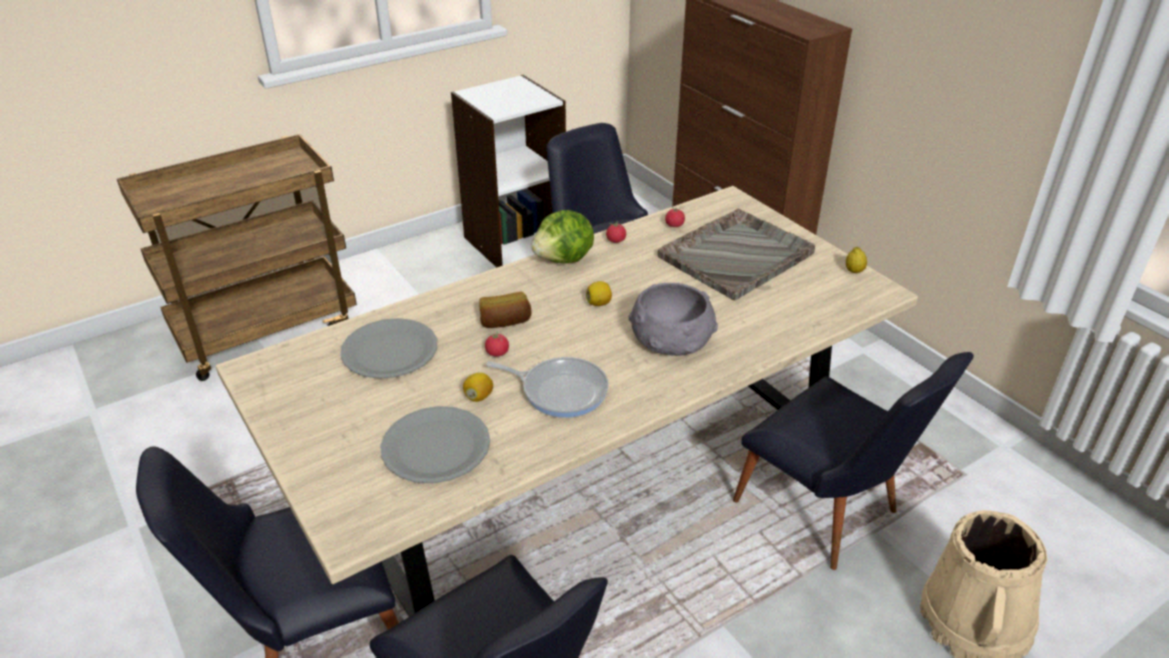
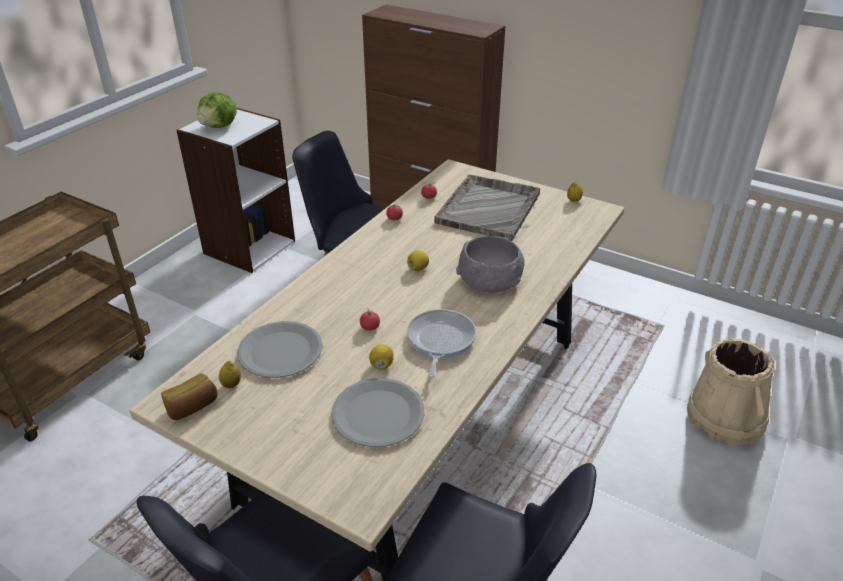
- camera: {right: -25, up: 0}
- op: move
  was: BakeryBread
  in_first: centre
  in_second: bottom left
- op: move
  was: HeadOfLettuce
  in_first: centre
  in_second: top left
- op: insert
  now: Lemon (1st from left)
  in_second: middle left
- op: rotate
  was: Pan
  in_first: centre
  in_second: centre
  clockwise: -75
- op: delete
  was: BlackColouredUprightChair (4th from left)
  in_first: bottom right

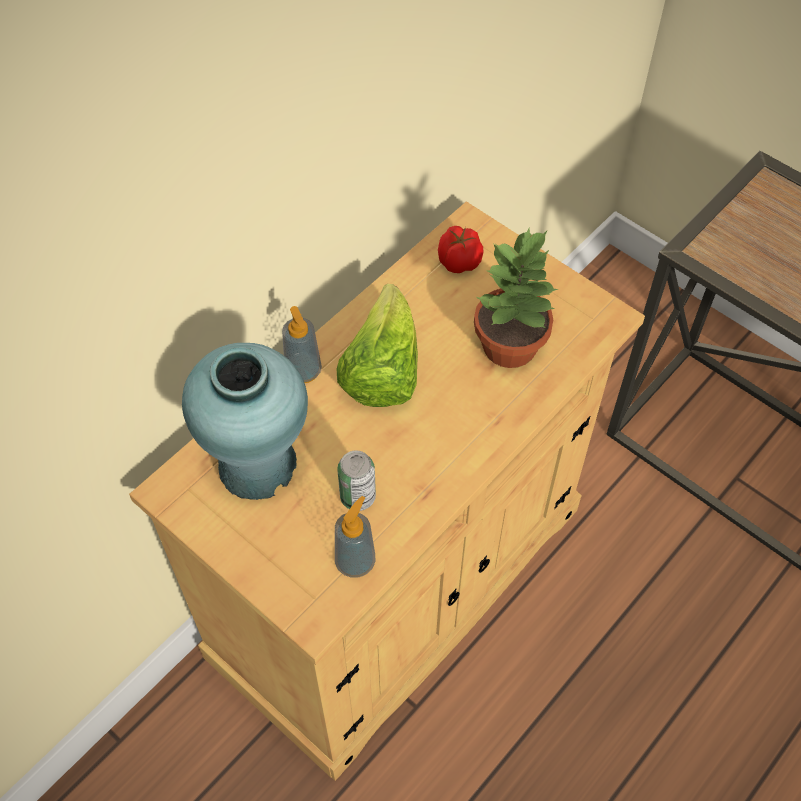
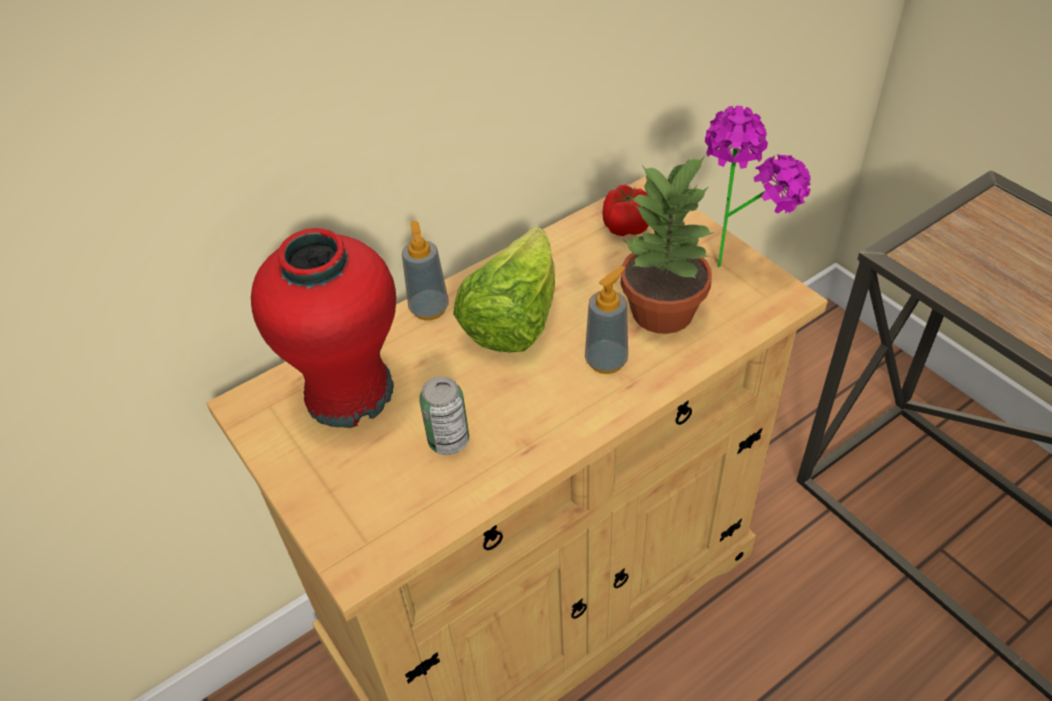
- camera: {right: 15, up: -10}
- op: recolor
  was: TurquoiseColouredDecorativeVase
  now: RedColouredDecorativeVase
  in_first: middle left
  in_second: middle left
- op: move
  was: SoapBottle (2nd from left)
  in_first: bottom centre
  in_second: centre
- op: insert
  now: Houseplant (2nd from left)
  in_second: top right

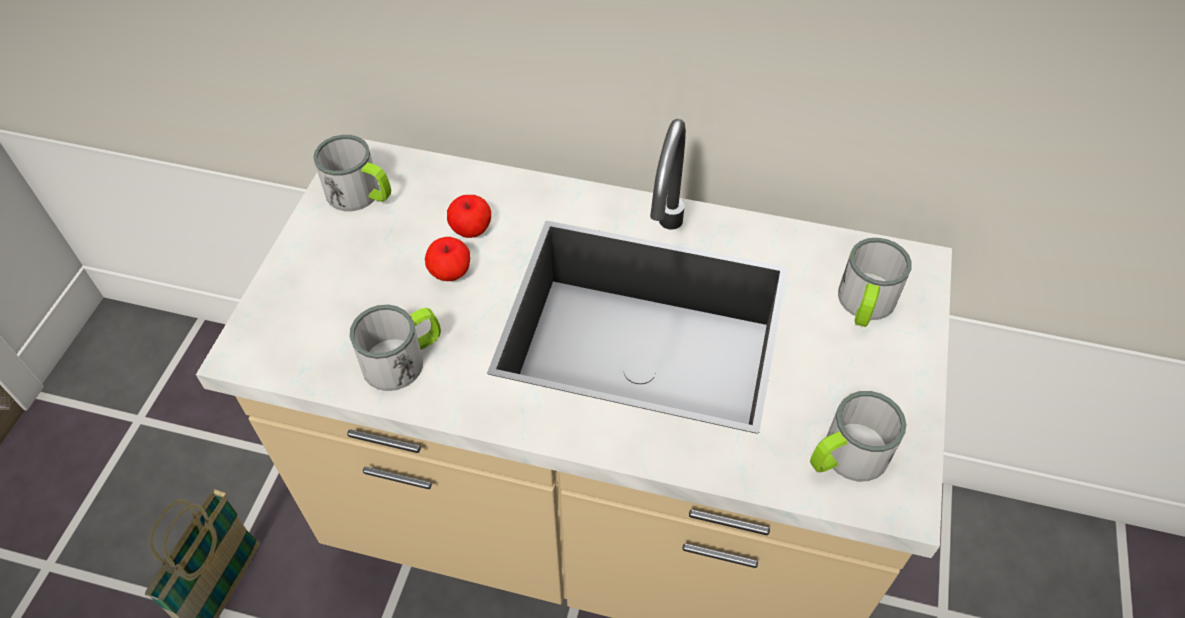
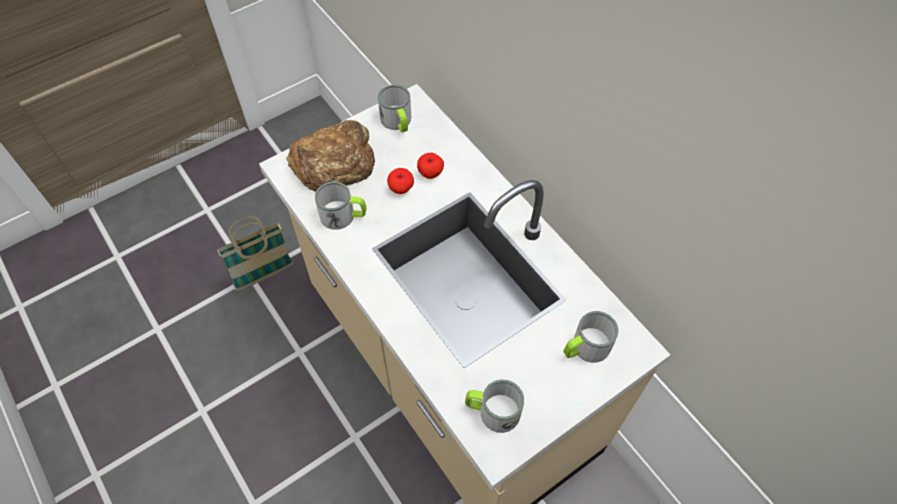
- camera: {right: 40, up: 5}
- op: insert
  now: BakeryBread
  in_second: top centre

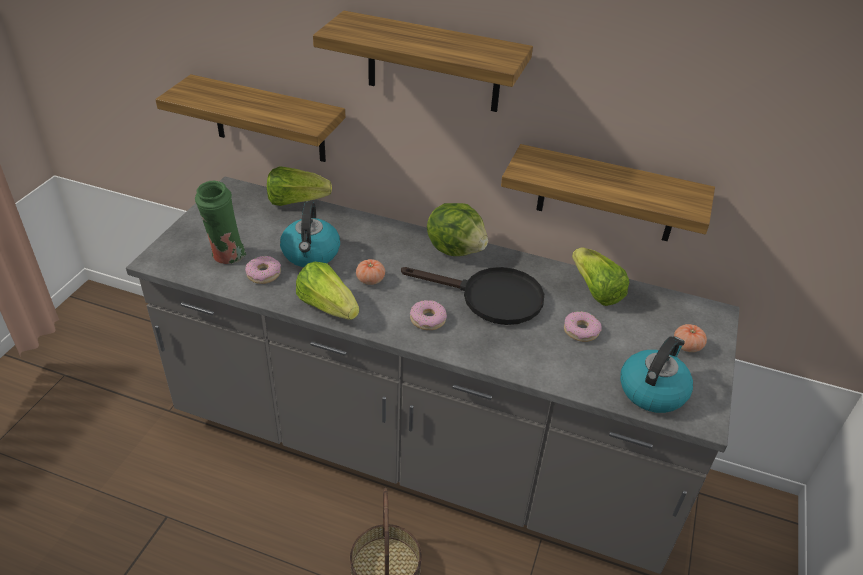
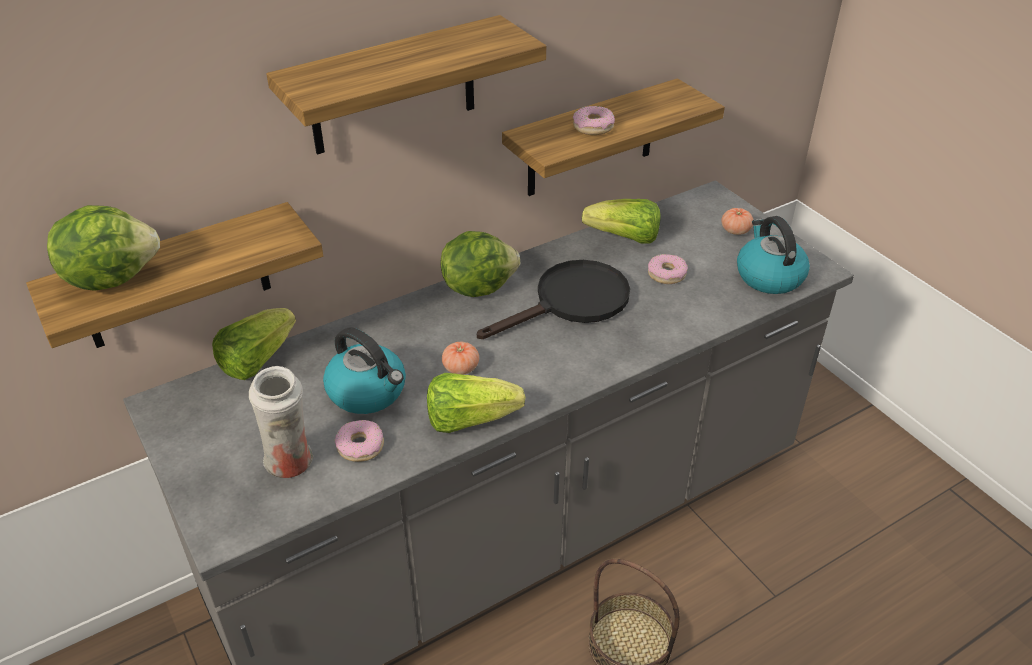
- camera: {right: -50, up: 0}
- op: insert
  now: HeadOfLettuce (1st from left)
  in_second: middle left
- op: recolor
  was: GreenDecorativeVase
  now: WhitishDecorativeVase
  in_first: middle left
  in_second: middle left
- op: move
  was: RingDoughnut (2nd from left)
  in_first: centre
  in_second: top centre

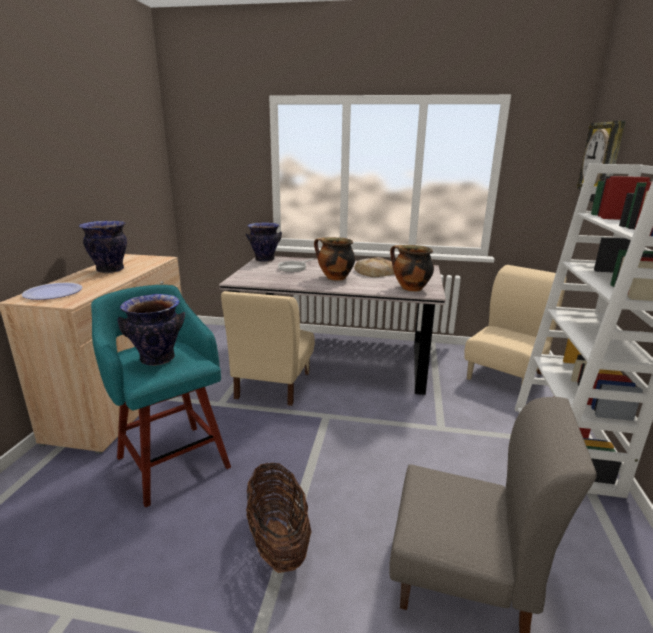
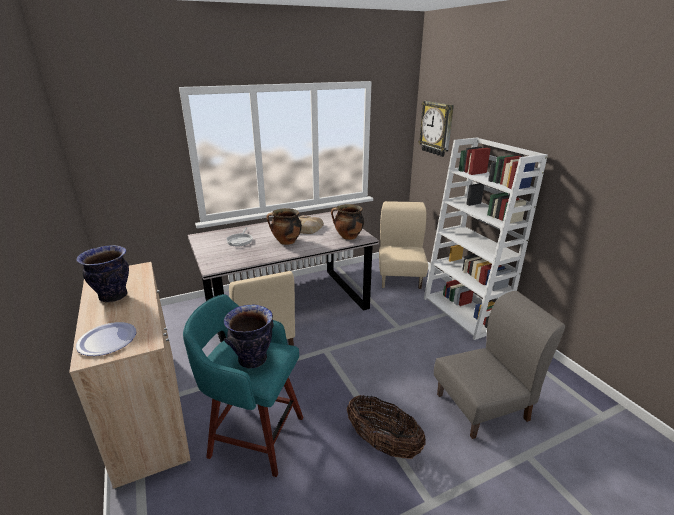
- camera: {right: -35, up: 5}
- op: delete
  was: DecorativeVase (3rd from left)
  in_first: centre

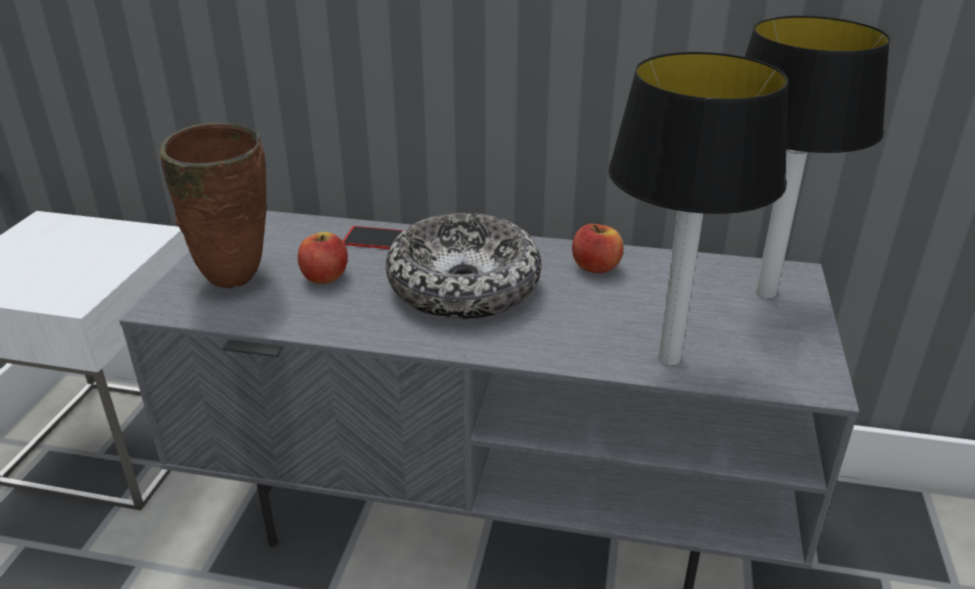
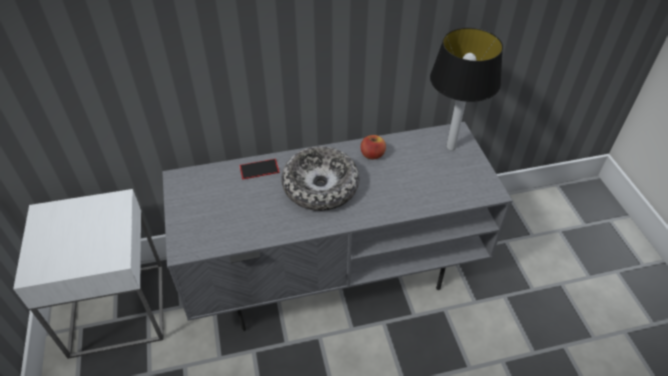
- camera: {right: -25, up: 15}
- op: delete
  was: BrownishDecorativeVase
  in_first: middle left
- op: delete
  was: WholeApple (1st from left)
  in_first: middle left
- op: delete
  was: TableLamp (1st from left)
  in_first: middle right

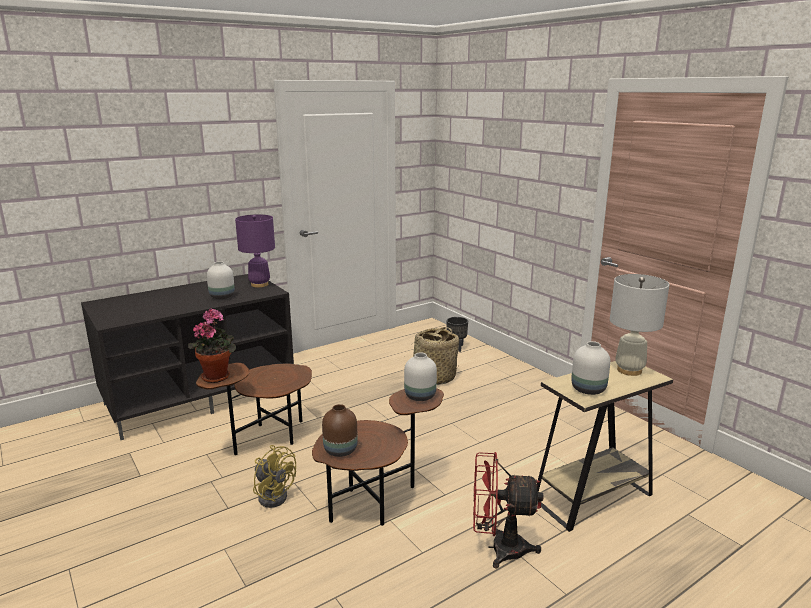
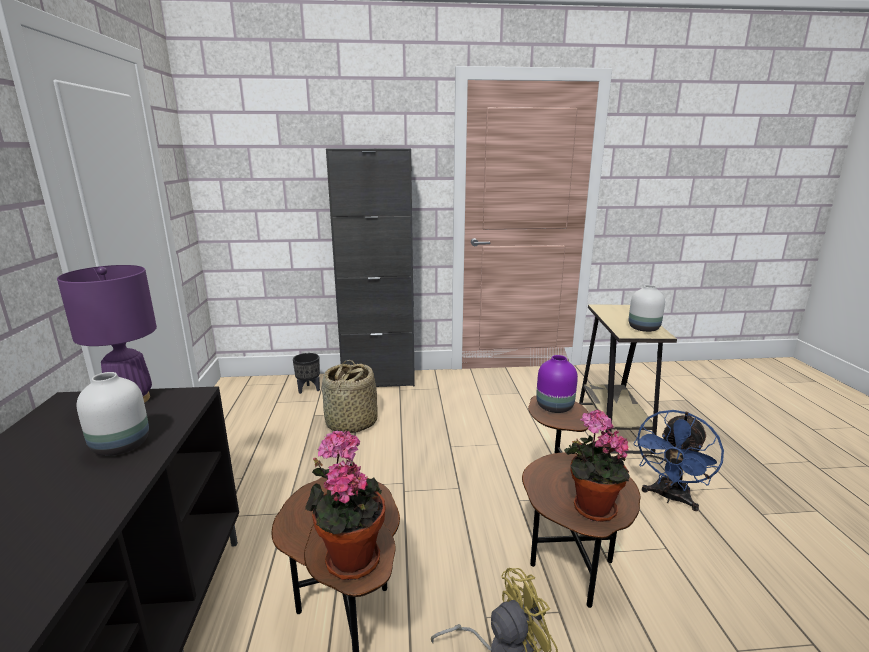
- camera: {right: -60, up: 0}
- op: insert
  now: BlackColouredStorageCabinet
  in_second: centre
- op: recolor
  was: WhitishDecorativeVase (2nd from left)
  now: PurplishDecorativeVase
  in_first: centre
  in_second: centre
- op: replace
  was: BrownishDecorativeVase
  now: Houseplant (2nd from left)
  in_first: bottom centre
  in_second: bottom right
- op: recolor
  was: RedColouredElectricFan
  now: BluishElectricFan
  in_first: bottom centre
  in_second: bottom right
- op: delete
  was: WhitishTableLamp
  in_first: middle right

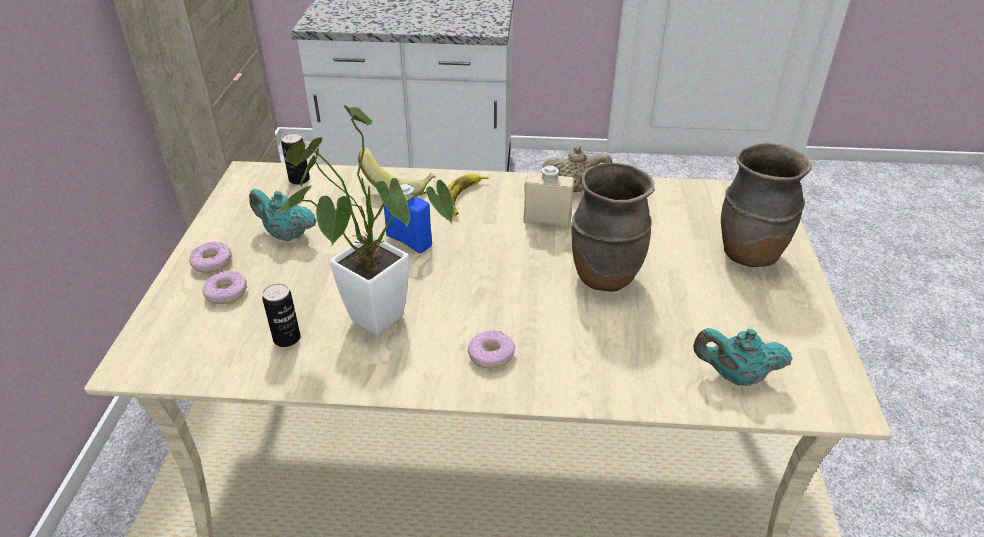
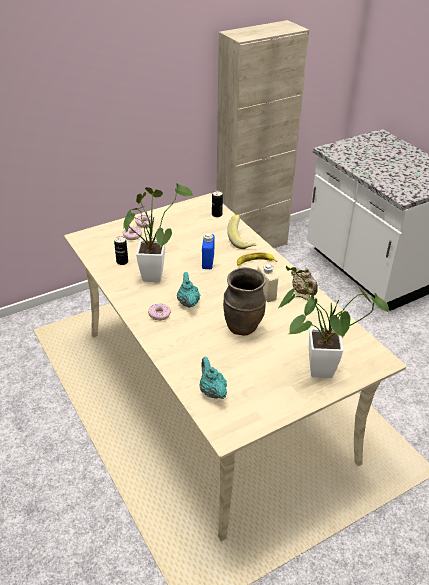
- camera: {right: 55, up: 0}
- op: move
  was: TurquoiseColouredTeapot (1st from left)
  in_first: middle left
  in_second: centre
- op: replace
  was: BrownishDecorativeVase (2nd from left)
  now: Houseplant (2nd from left)
  in_first: middle right
  in_second: middle right

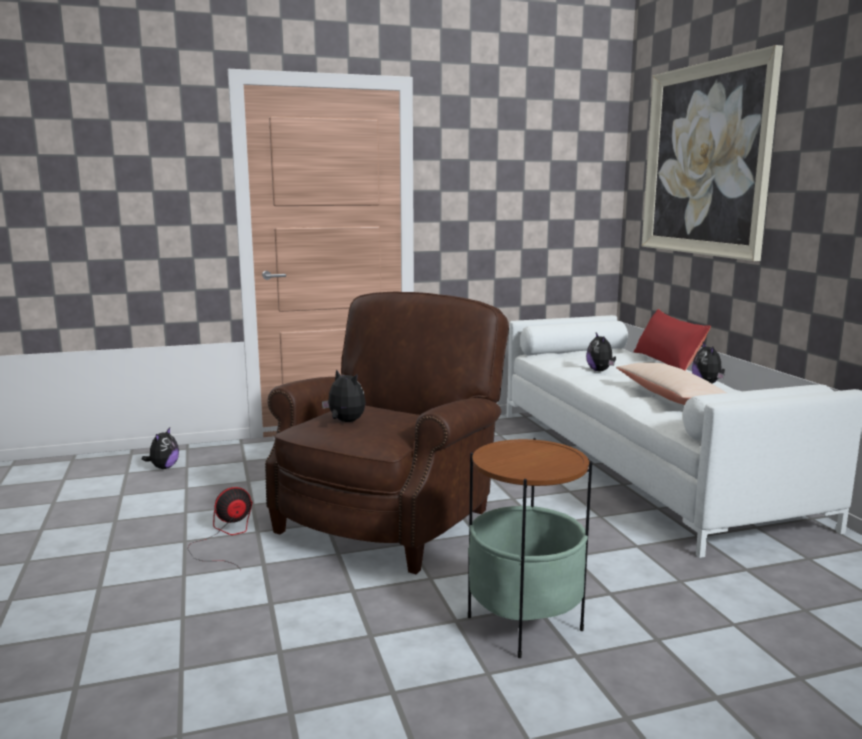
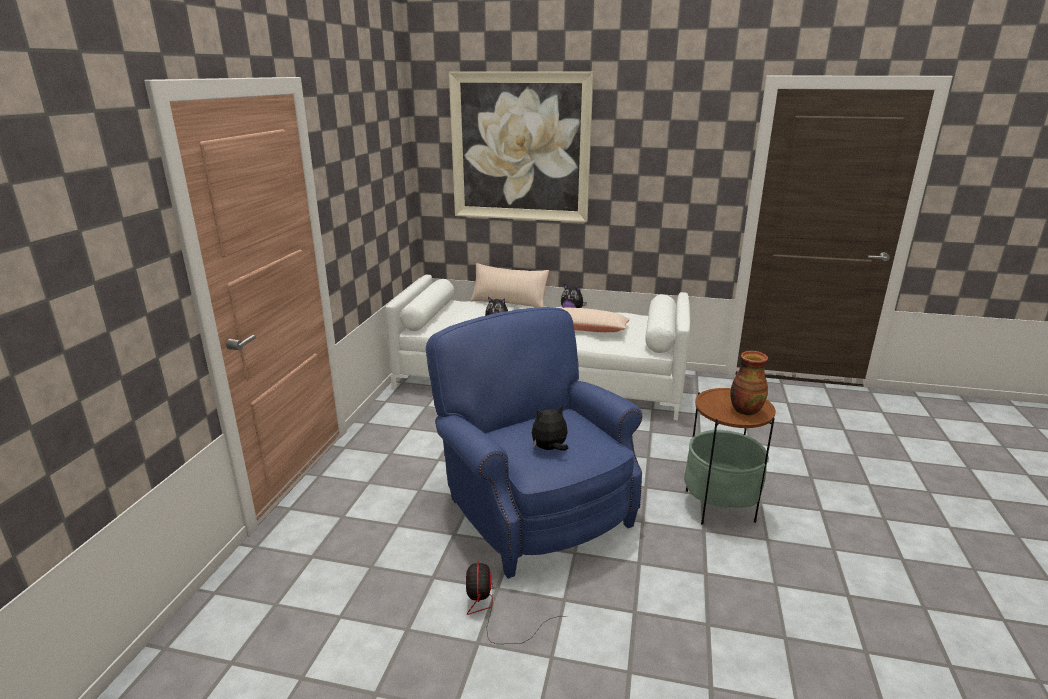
- camera: {right: -60, up: 10}
- op: recolor
  was: BrownishEasyChair
  now: BluishEasyChair
  in_first: centre
  in_second: centre
- op: recolor
  was: RedColouredThrowPillow
  now: BeigeThrowPillow (1st from left)
  in_first: middle right
  in_second: centre
- op: insert
  now: DecorativeVase
  in_second: middle right
- op: delete
  was: CuddlyToy (1st from left)
  in_first: middle left

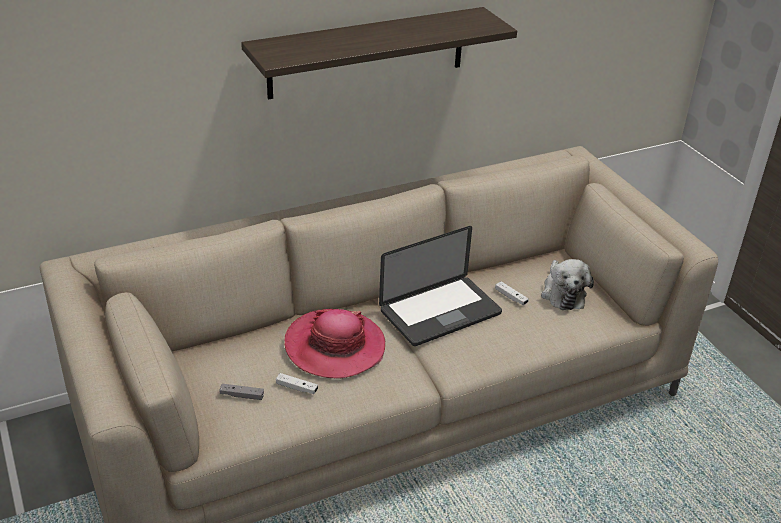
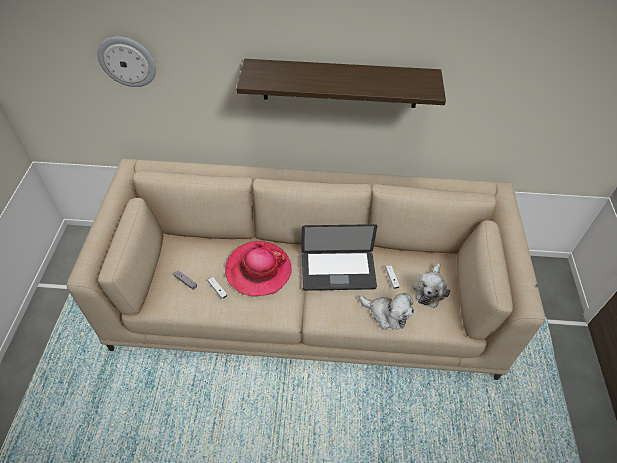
- camera: {right: 30, up: 15}
- op: insert
  now: ClockOnTheWall
  in_second: top left
- op: insert
  now: CuddlyToy (1st from left)
  in_second: bottom centre

